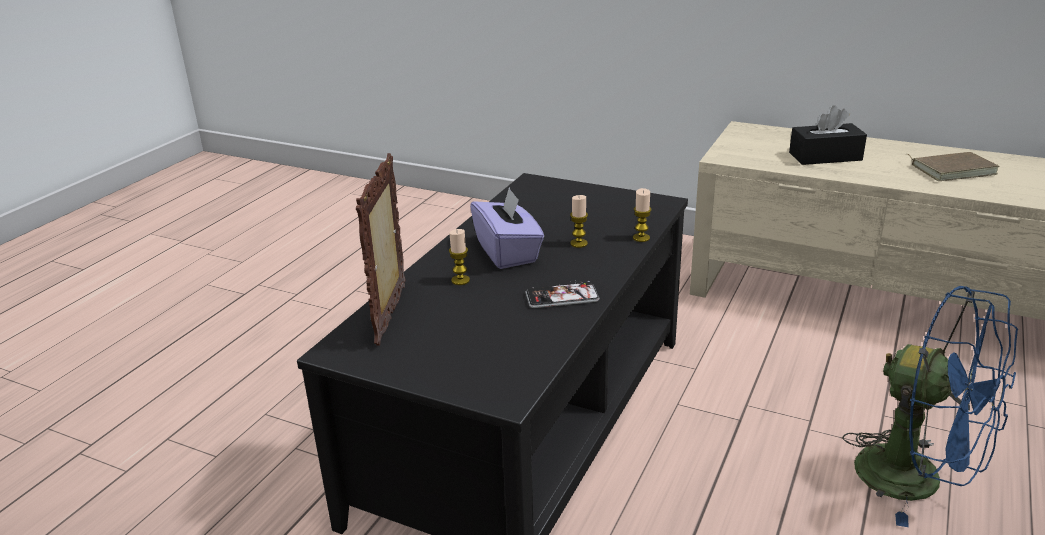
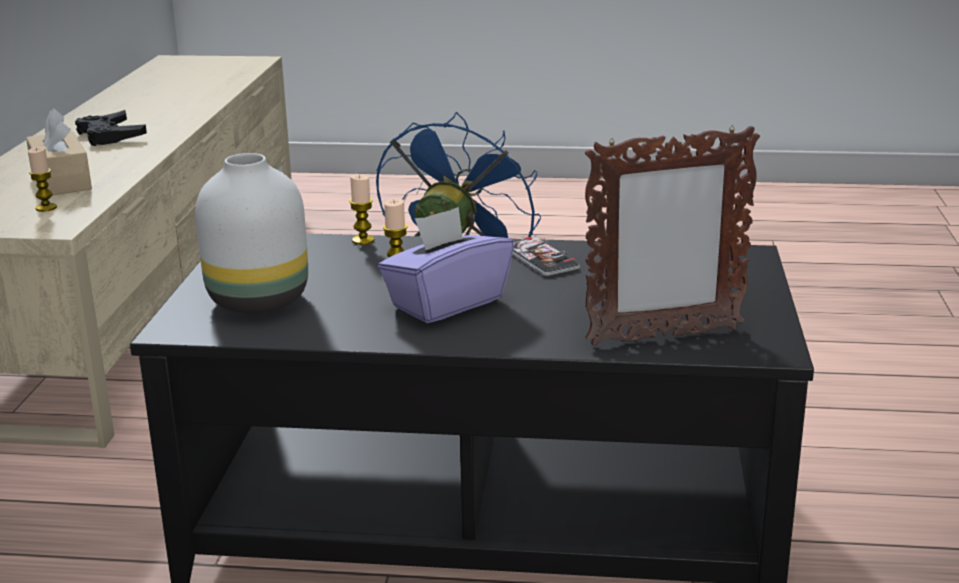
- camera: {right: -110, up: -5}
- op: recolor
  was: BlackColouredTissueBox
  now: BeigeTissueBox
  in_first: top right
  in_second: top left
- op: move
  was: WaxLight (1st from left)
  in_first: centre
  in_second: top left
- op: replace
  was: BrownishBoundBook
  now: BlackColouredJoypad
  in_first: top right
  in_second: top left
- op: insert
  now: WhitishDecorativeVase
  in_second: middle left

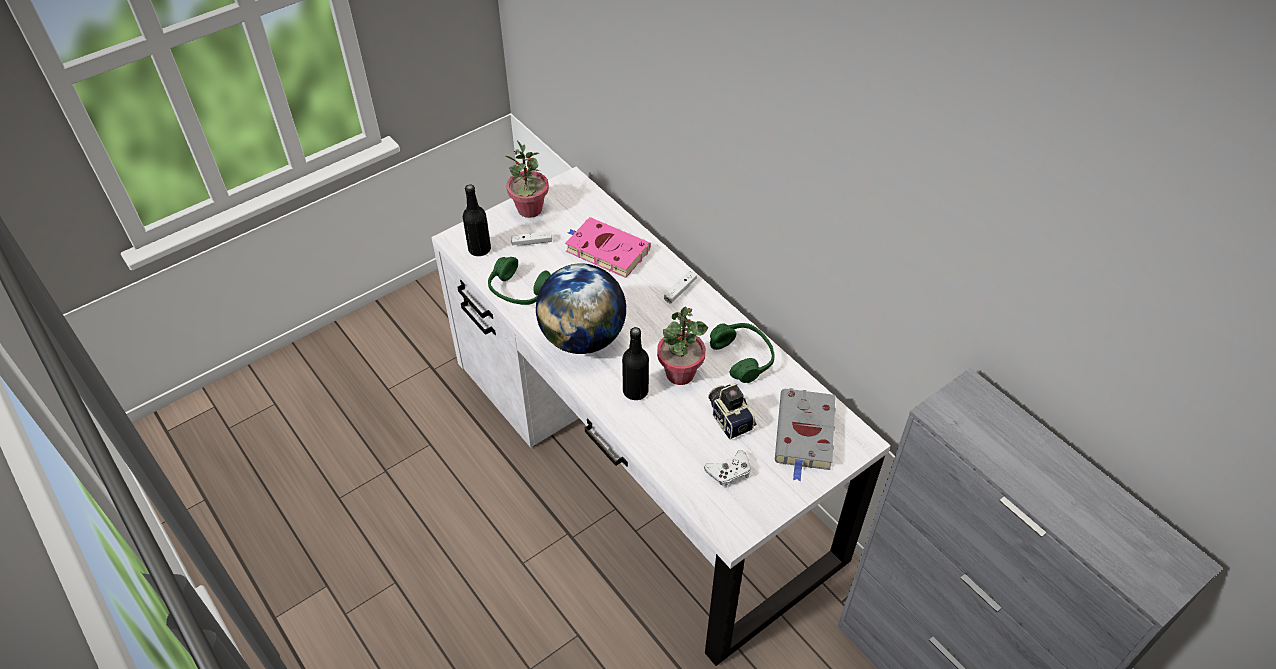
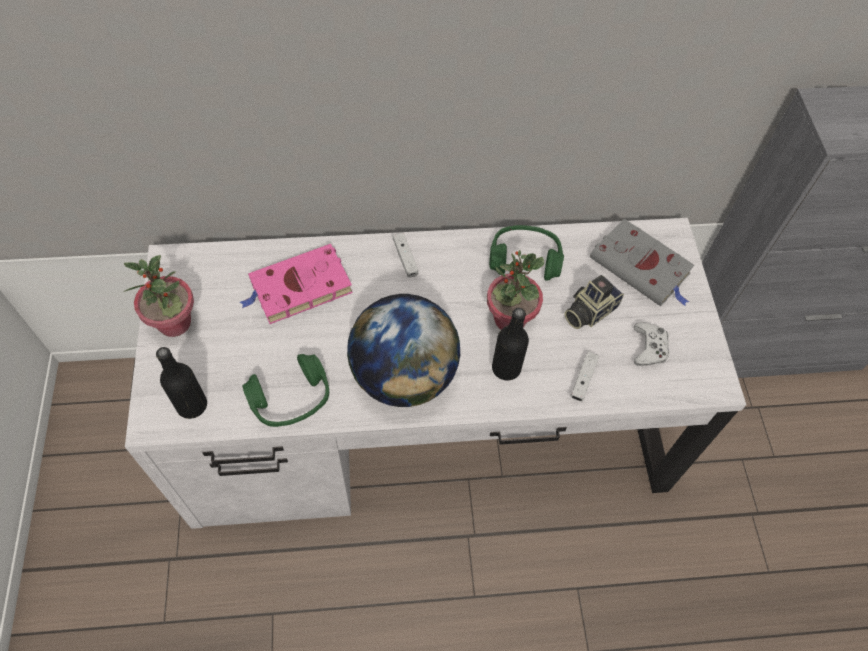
- camera: {right: -60, up: 10}
- op: rotate
  was: PhotoCamera
  in_first: centre
  in_second: middle right
  clockwise: -45
- op: move
  was: WhitishJoypad (1st from left in the first image)
  now: WhitishJoypad (2nd from left)
  in_first: centre
  in_second: middle right

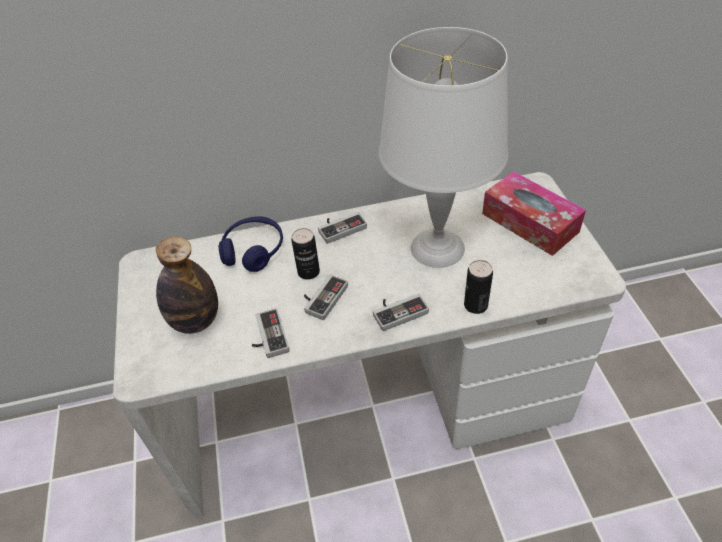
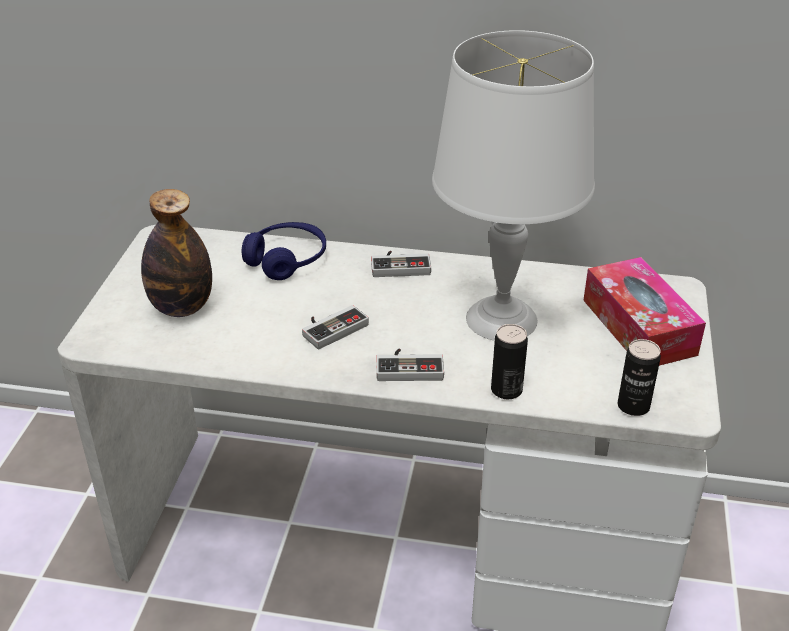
- camera: {right: 20, up: -10}
- op: move
  was: Can (1st from left in the first image)
  now: Can (2nd from left)
  in_first: centre
  in_second: middle right
- op: delete
  was: Joypad (1st from left)
  in_first: centre

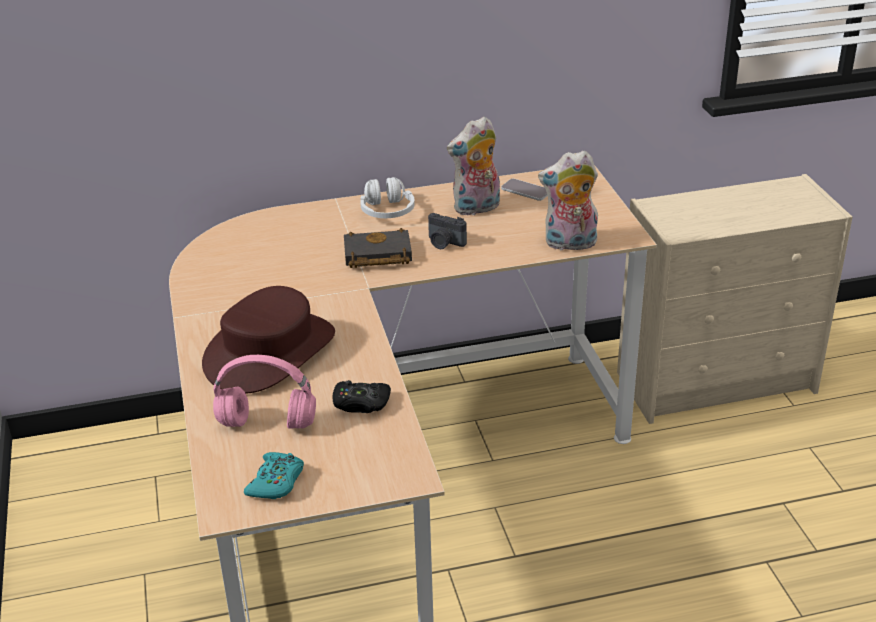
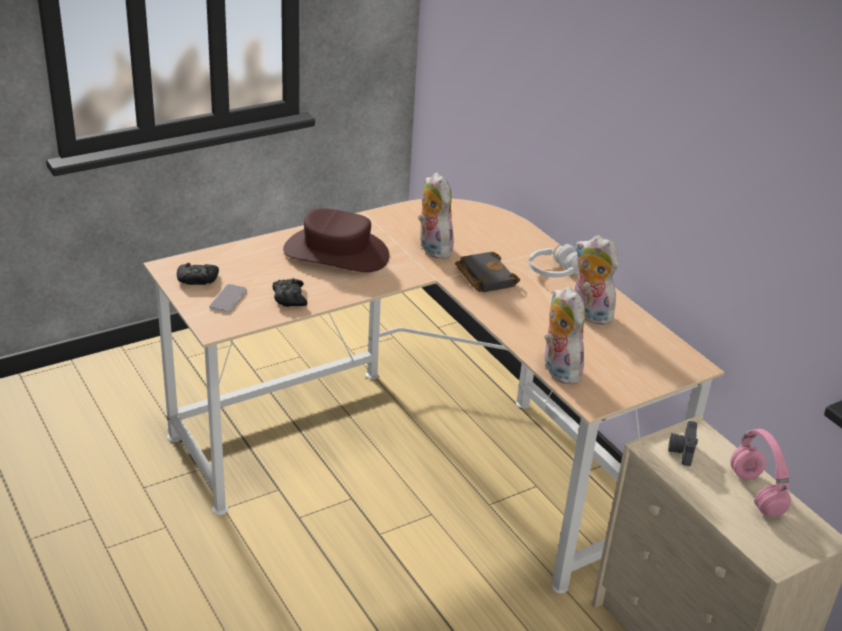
- camera: {right: 70, up: 0}
- op: recolor
  was: TurquoiseColouredJoypad
  now: BlackColouredJoypad (1st from left)
  in_first: bottom left
  in_second: middle left
- op: move
  was: Telephone
  in_first: top centre
  in_second: middle left
- op: insert
  now: CuddlyToy (1st from left)
  in_second: centre
- op: move
  was: PhotoCamera
  in_first: centre
  in_second: bottom right
- op: move
  was: PinkColouredHeadset
  in_first: middle left
  in_second: bottom right

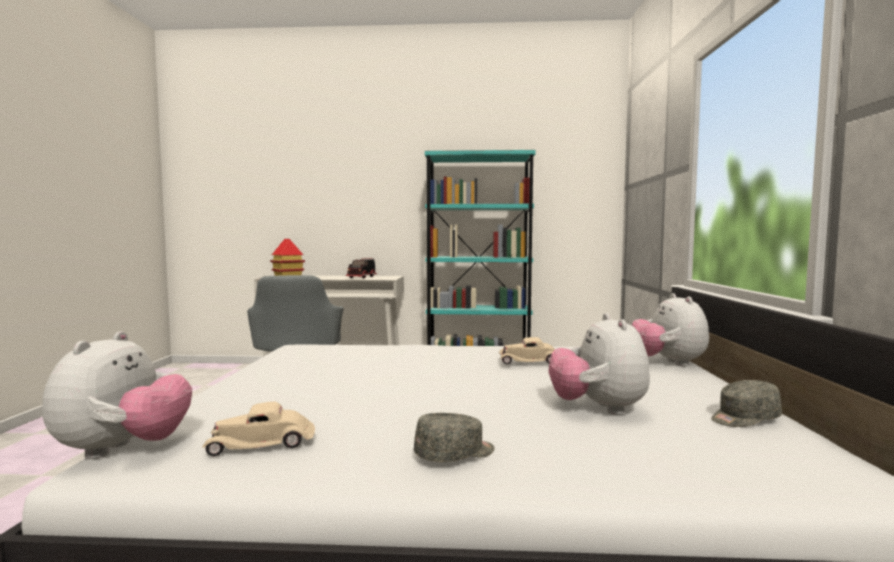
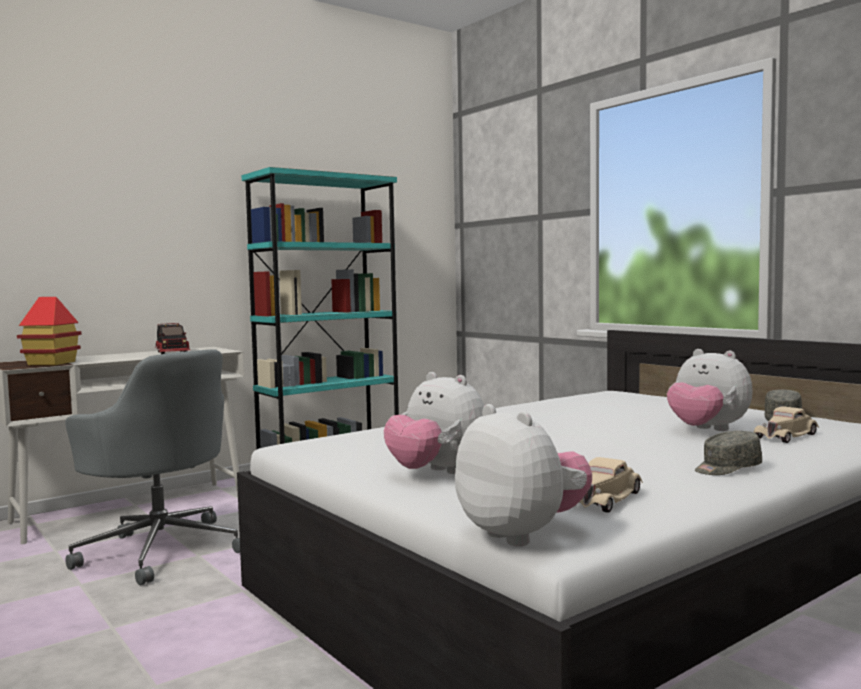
- camera: {right: -40, up: 0}
- op: move
  was: CuddlyToy (3rd from left in the first image)
  now: CuddlyToy (1st from left)
  in_first: middle right
  in_second: centre
- op: rotate
  was: GrayPeakedCap (1st from left)
  in_first: bottom centre
  in_second: middle right
  clockwise: -135
- op: move
  was: BeigeMiniatureCar (2nd from left)
  in_first: centre
  in_second: middle right

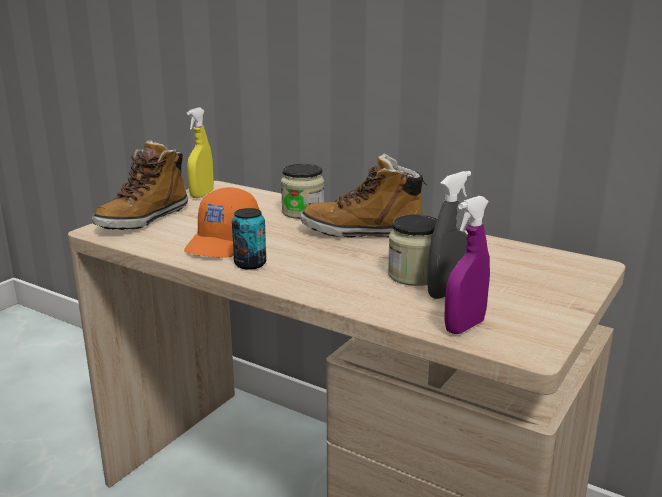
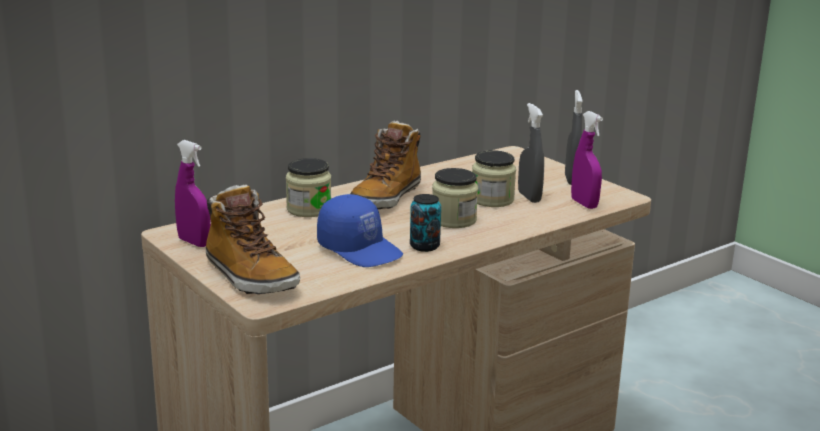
- camera: {right: -70, up: 0}
- op: recolor
  was: YellowSprayer
  now: PurplishSprayer (1st from left)
  in_first: top left
  in_second: middle left
- op: recolor
  was: OrangeColouredPeakedCap
  now: BluishPeakedCap
  in_first: centre
  in_second: centre
- op: insert
  now: StorageJar (2nd from left)
  in_second: centre
- op: insert
  now: GraySprayer (2nd from left)
  in_second: top right

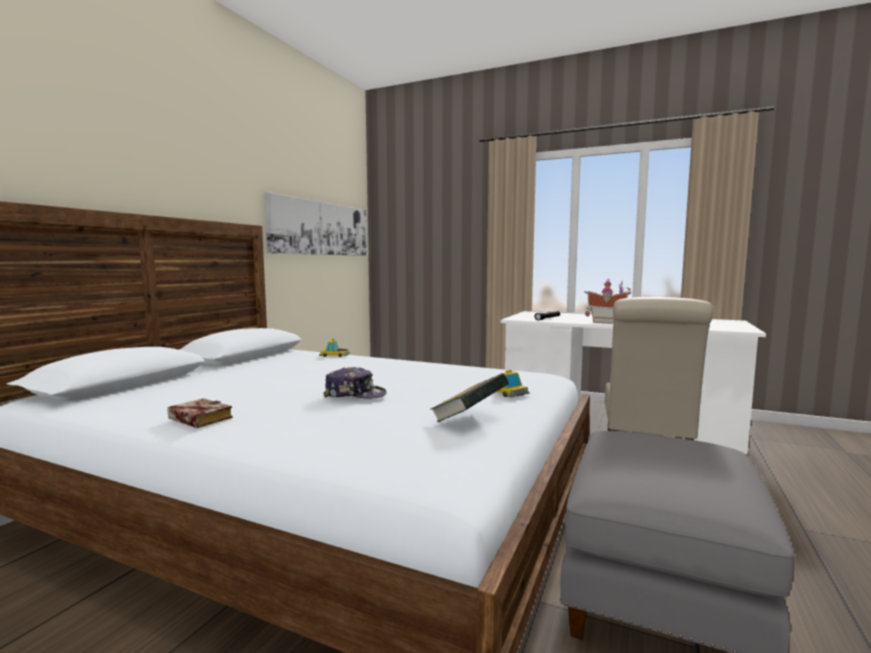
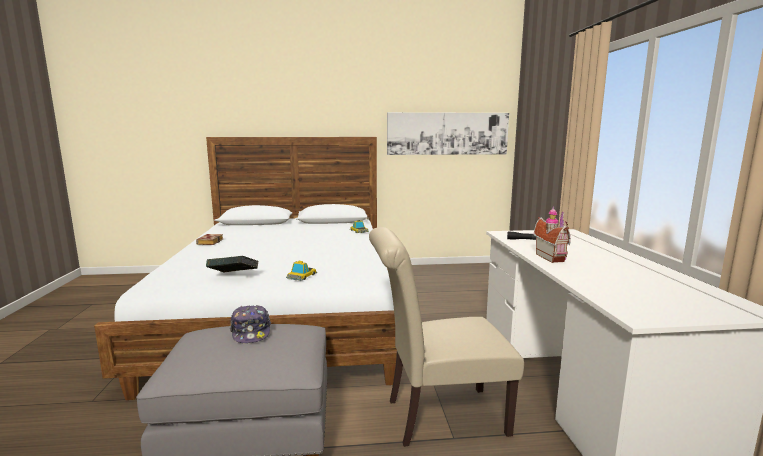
- camera: {right: 60, up: 5}
- op: move
  was: PeakedCap
  in_first: centre
  in_second: bottom left

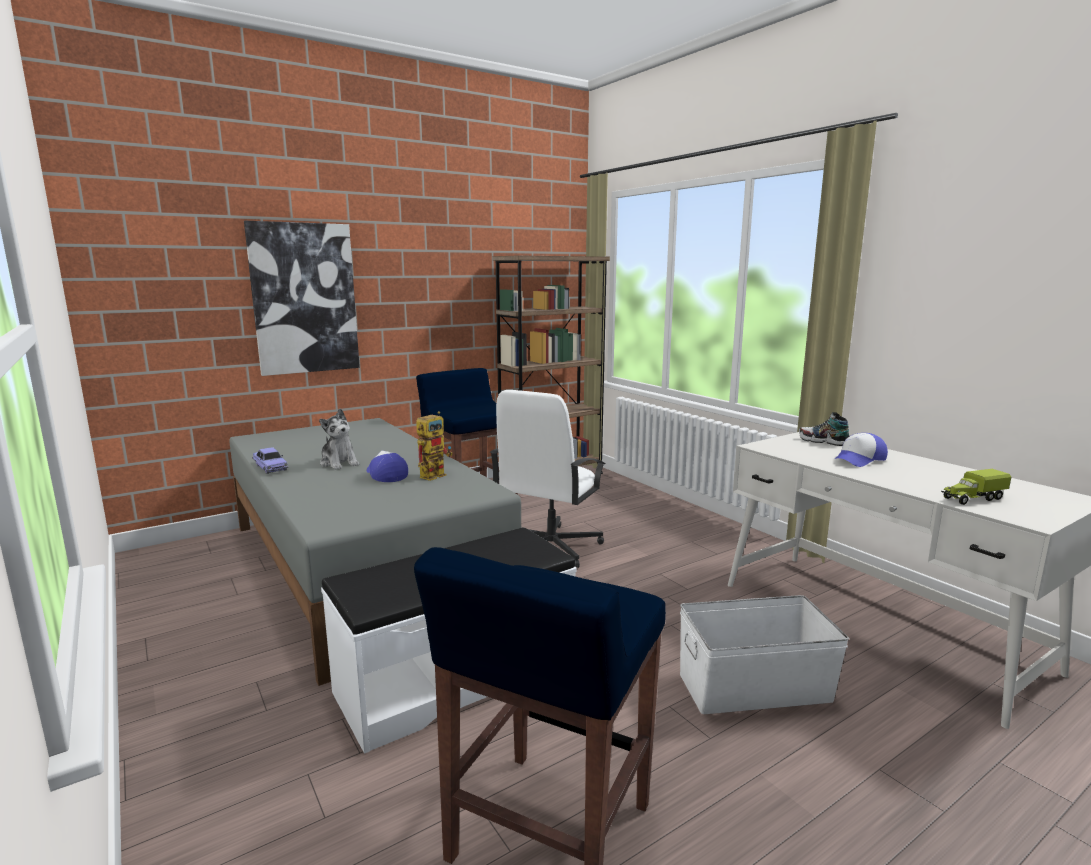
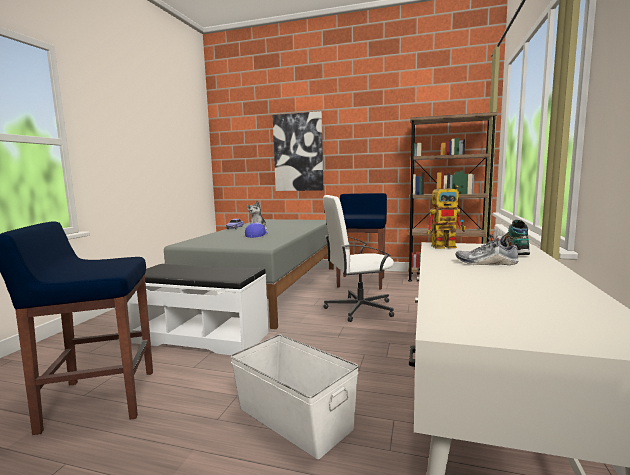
- camera: {right: 50, up: -5}
- op: move
  was: ToyRobot
  in_first: centre
  in_second: middle right
- op: replace
  was: PeakedCap (2nd from left)
  now: LowShoe (1st from left)
  in_first: middle right
  in_second: middle right
- op: delete
  was: ToyLorry
  in_first: middle right

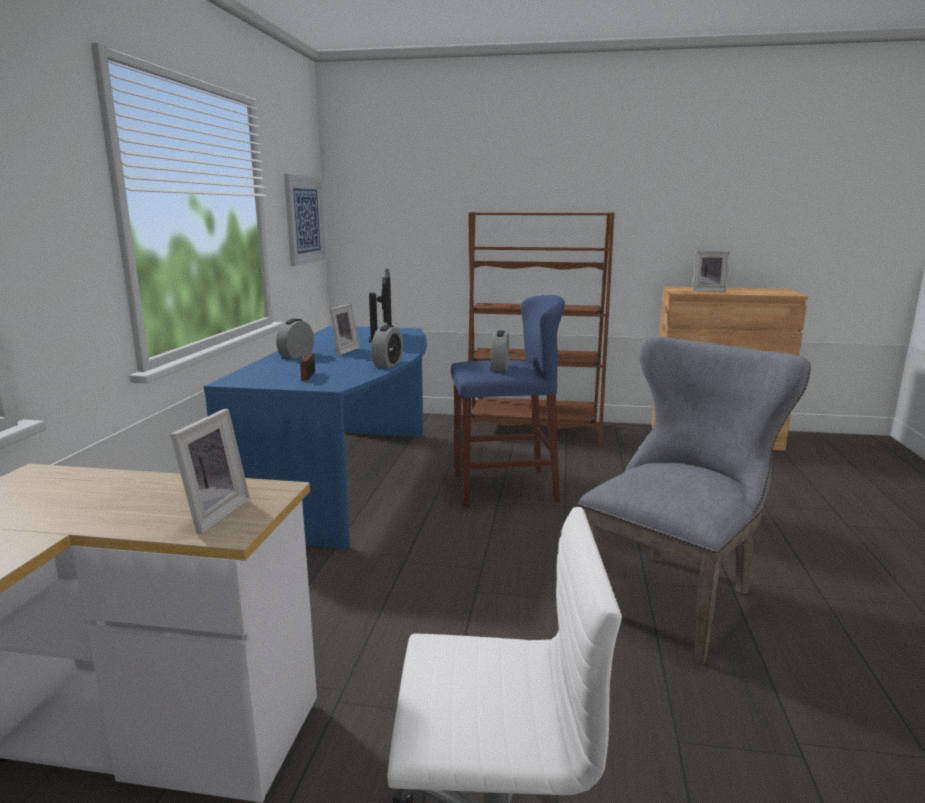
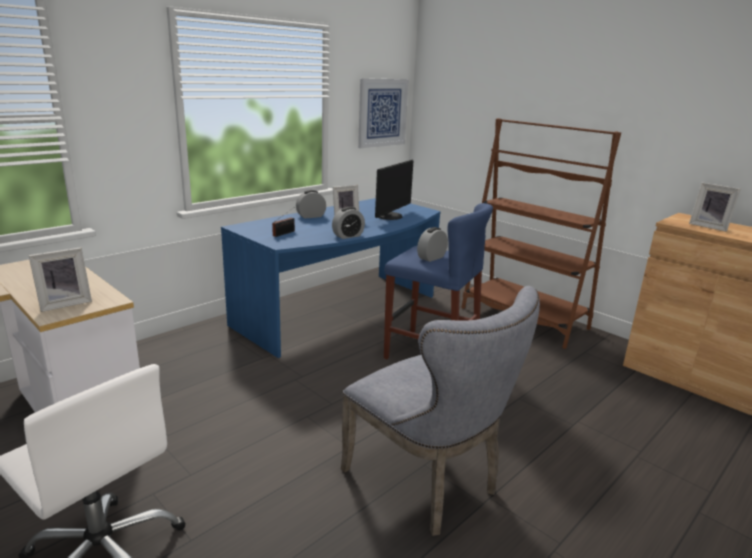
- camera: {right: 35, up: 5}
- op: rotate
  was: GrayUprightChair
  in_first: middle right
  in_second: bottom centre
  clockwise: 60

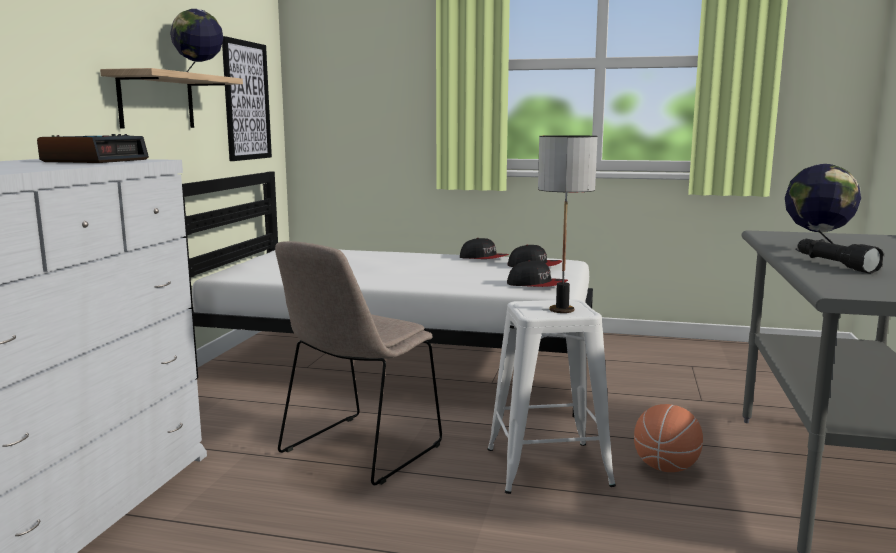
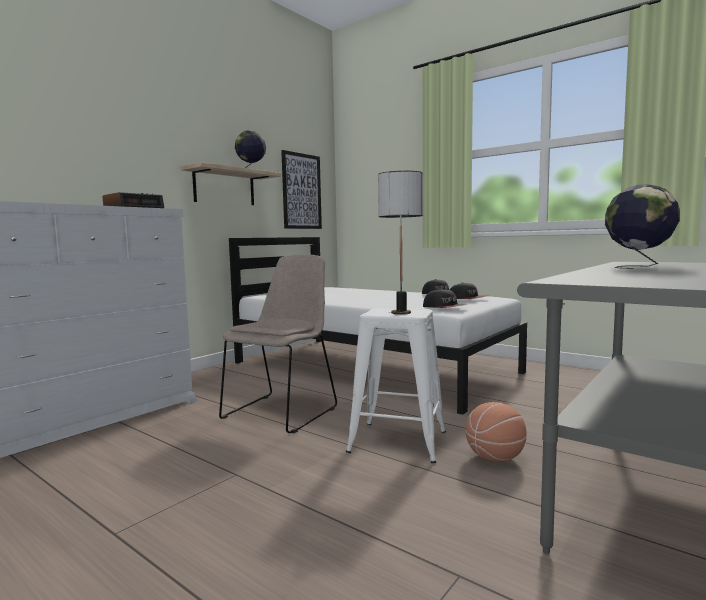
- camera: {right: 25, up: -5}
- op: rotate
  was: BeigeUprightChair
  in_first: centre
  in_second: centre
  clockwise: 150
- op: delete
  was: BlackColouredFlashlight
  in_first: middle right

